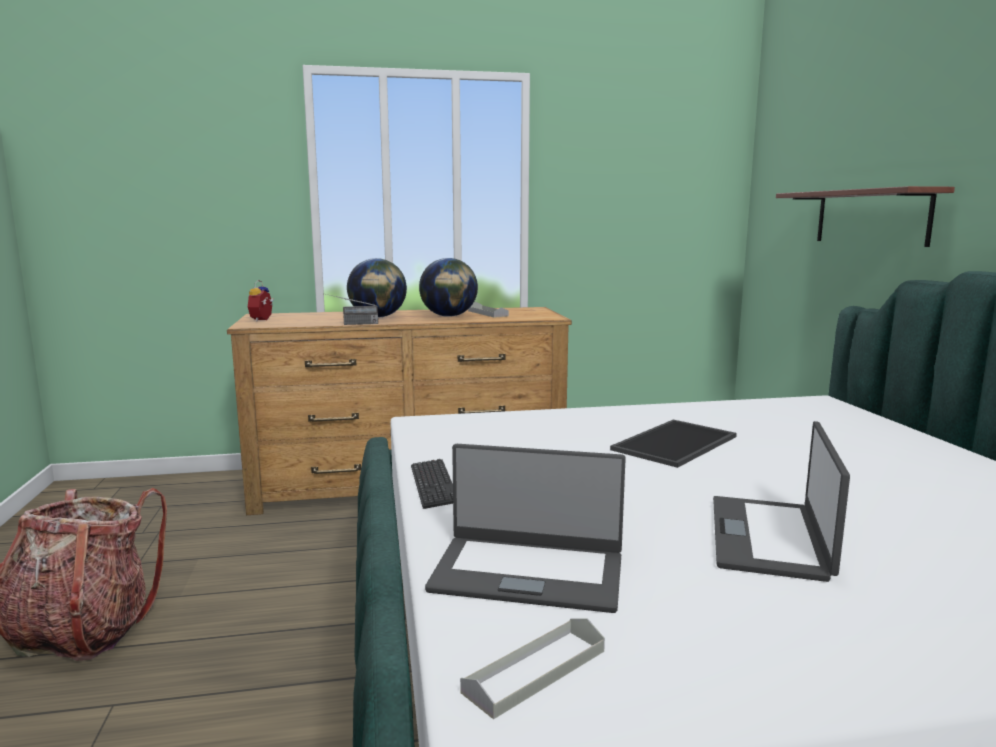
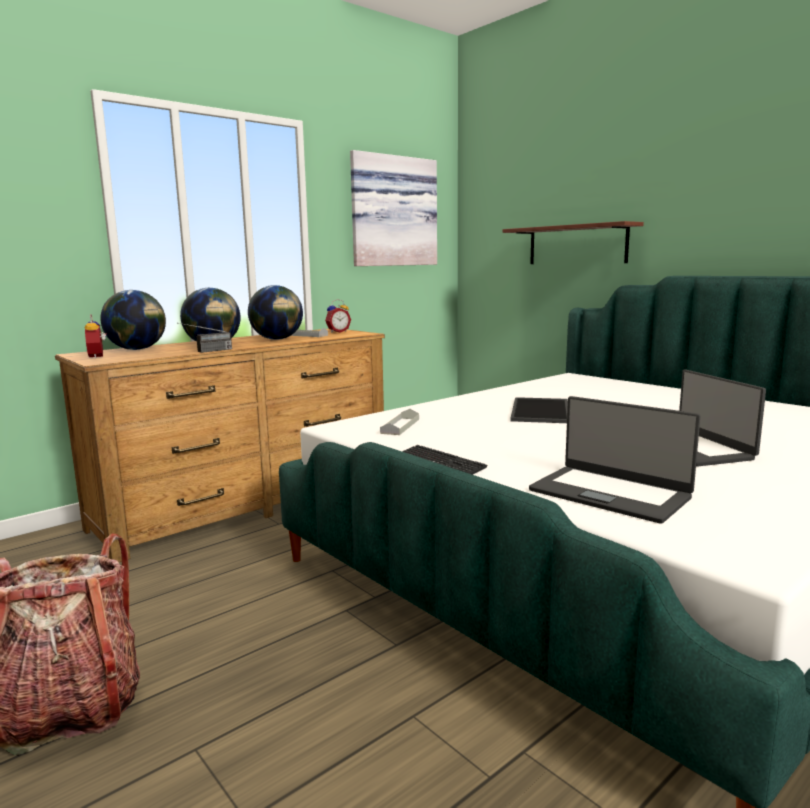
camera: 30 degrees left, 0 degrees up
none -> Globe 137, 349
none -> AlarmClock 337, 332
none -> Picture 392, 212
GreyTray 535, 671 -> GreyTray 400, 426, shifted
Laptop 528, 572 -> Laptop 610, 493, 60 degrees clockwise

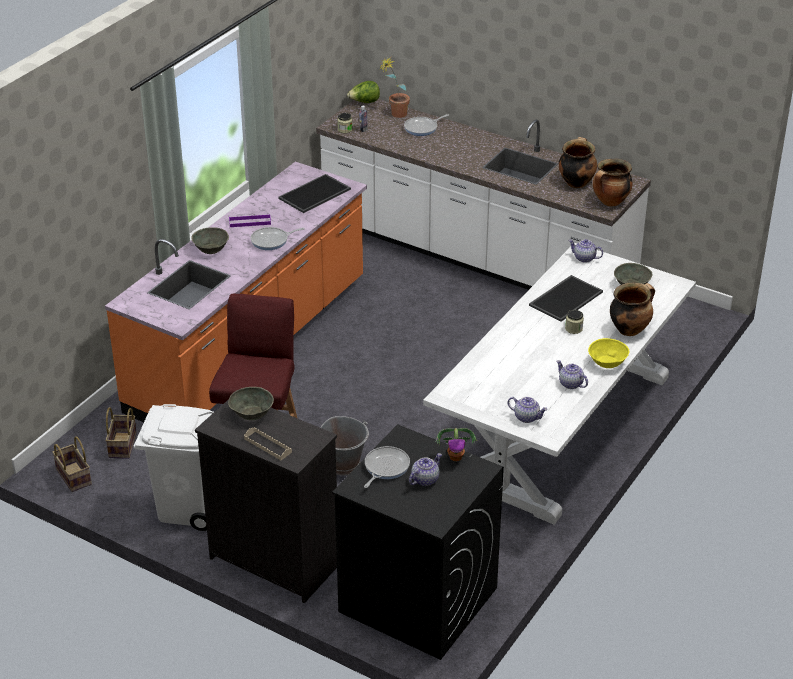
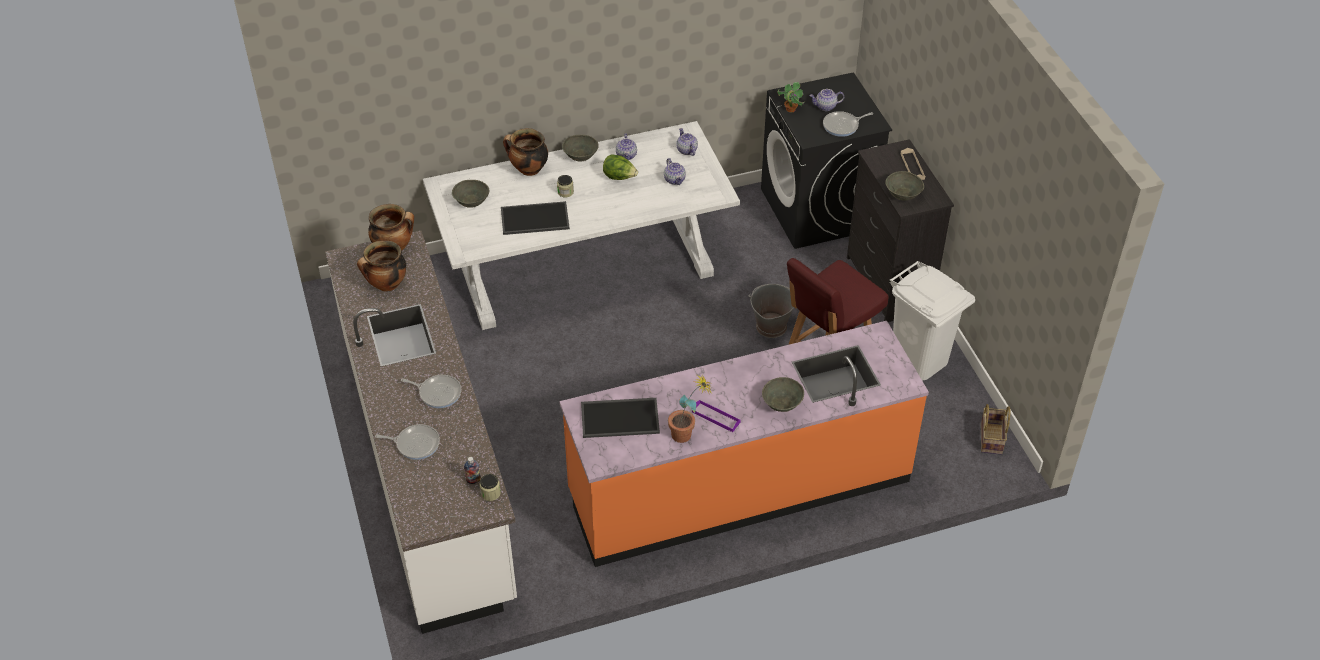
camera: 140 degrees left, 10 degrees up
Basket 123, 446 -> none
FryingPan 272, 241 -> FryingPan 438, 393, shifted
Lettuce 364, 102 -> Lettuce 619, 177, shifted
PottedPlant 395, 115 -> PottedPlant 687, 435, shifted
Teapot 584, 258 -> Teapot 675, 180, shifted
YellowBowl 607, 363 -> GreyBowl 580, 155

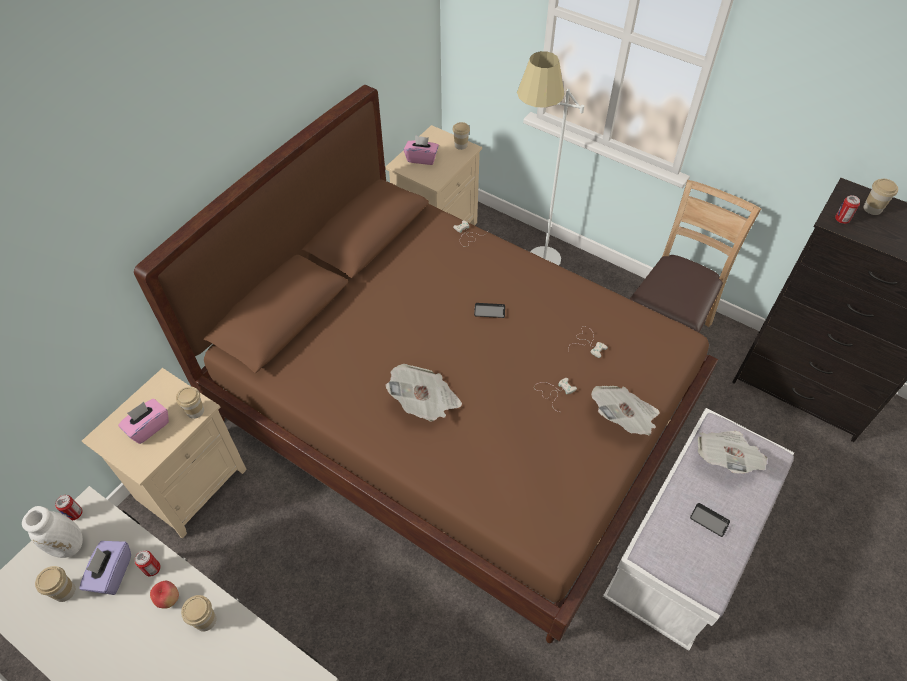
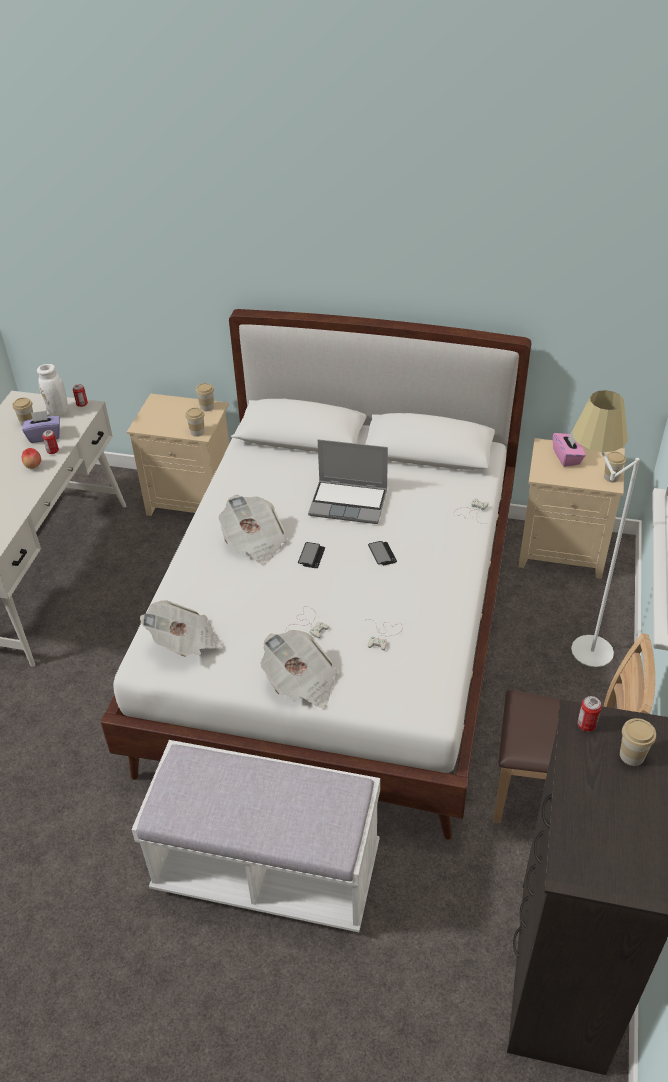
camera: 70 degrees right, 10 degrees down
PinkTissueBox 148, 427 -> none
none -> Laptop 349, 502
Cup 205, 620 -> Cup 207, 407, shifted
Phone 709, 520 -> Phone 311, 556, shifted
Newspaper 725, 459 -> Newspaper 185, 642, shifted
BrownBed 453, 415 -> WhiteBed 338, 637

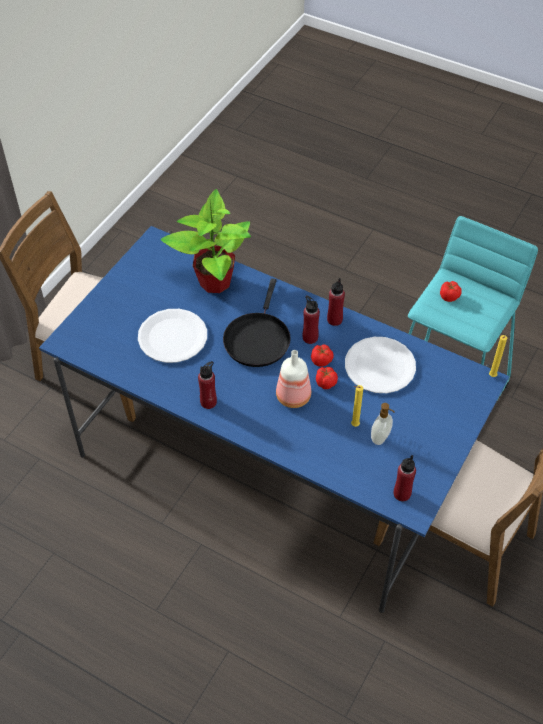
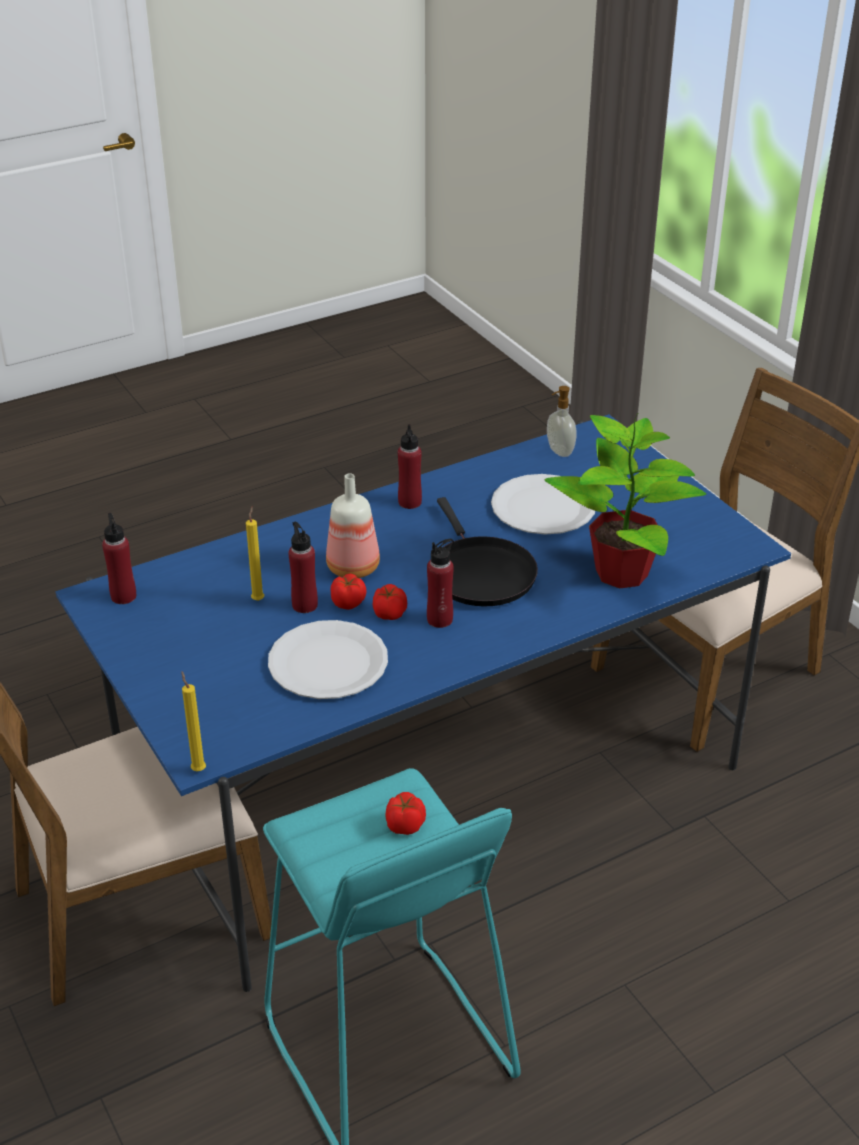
camera: 120 degrees right, 15 degrees down
RedBottle 334, 320 -> RedBottle 304, 605, shifted
SoapDispenser 381, 438 -> SoapDispenser 559, 451, shifted
BlackFryingPan 257, 339 -> BlackFryingPan 479, 573, 150 degrees counterclockwise

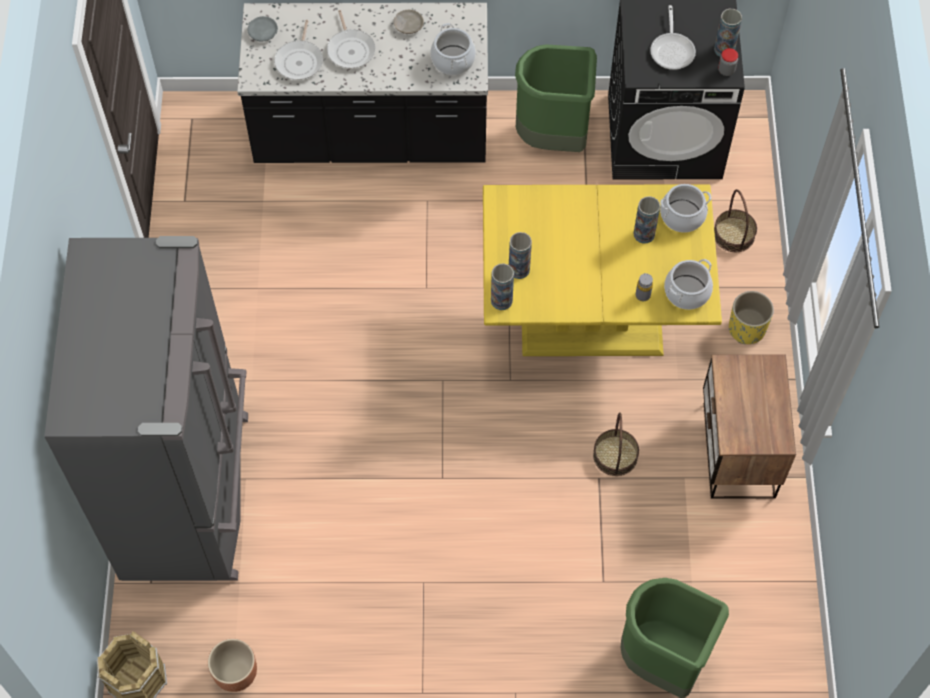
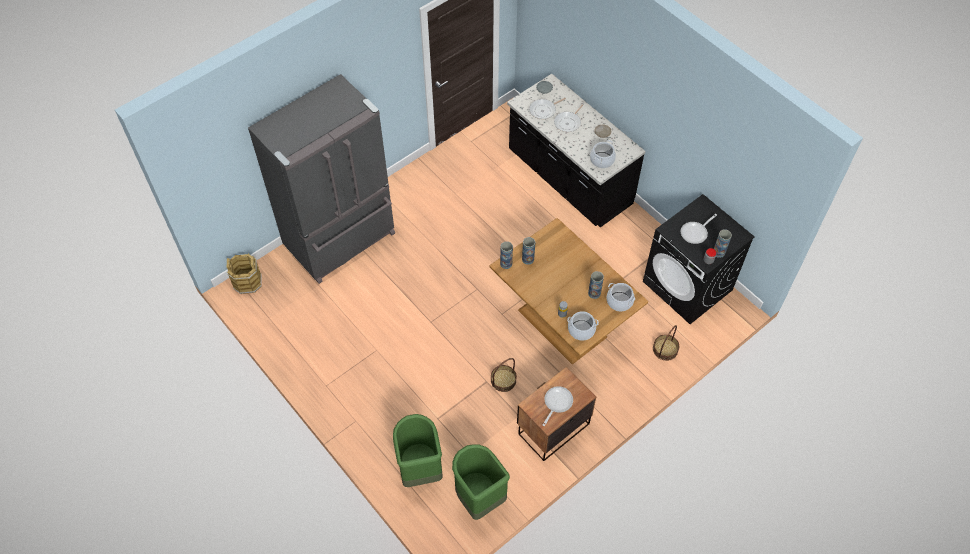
camera: 50 degrees right, 5 degrees down
BrownPlanter 235, 673 -> none
YellowPlanter 747, 329 -> none
none -> FryingPan 556, 403
GreenTrashCan 553, 138 -> GreenTrashCan 479, 498, shifted
YellowDiningTable 590, 318 -> BrownDiningTable 562, 323

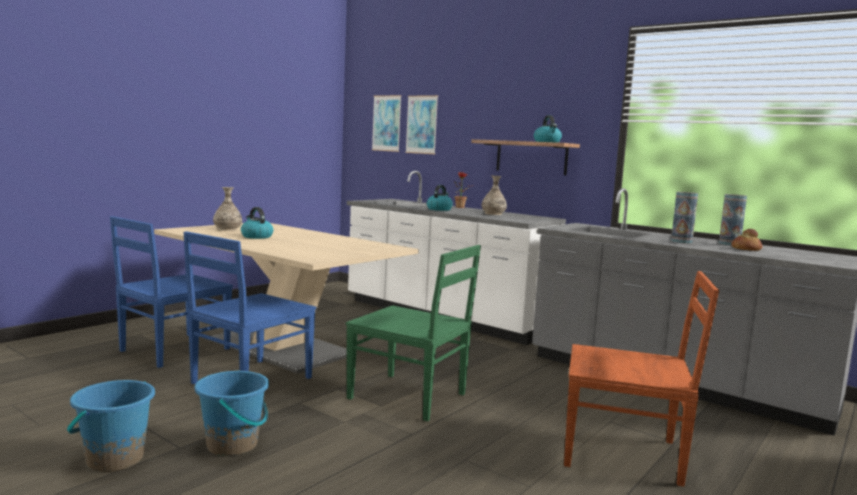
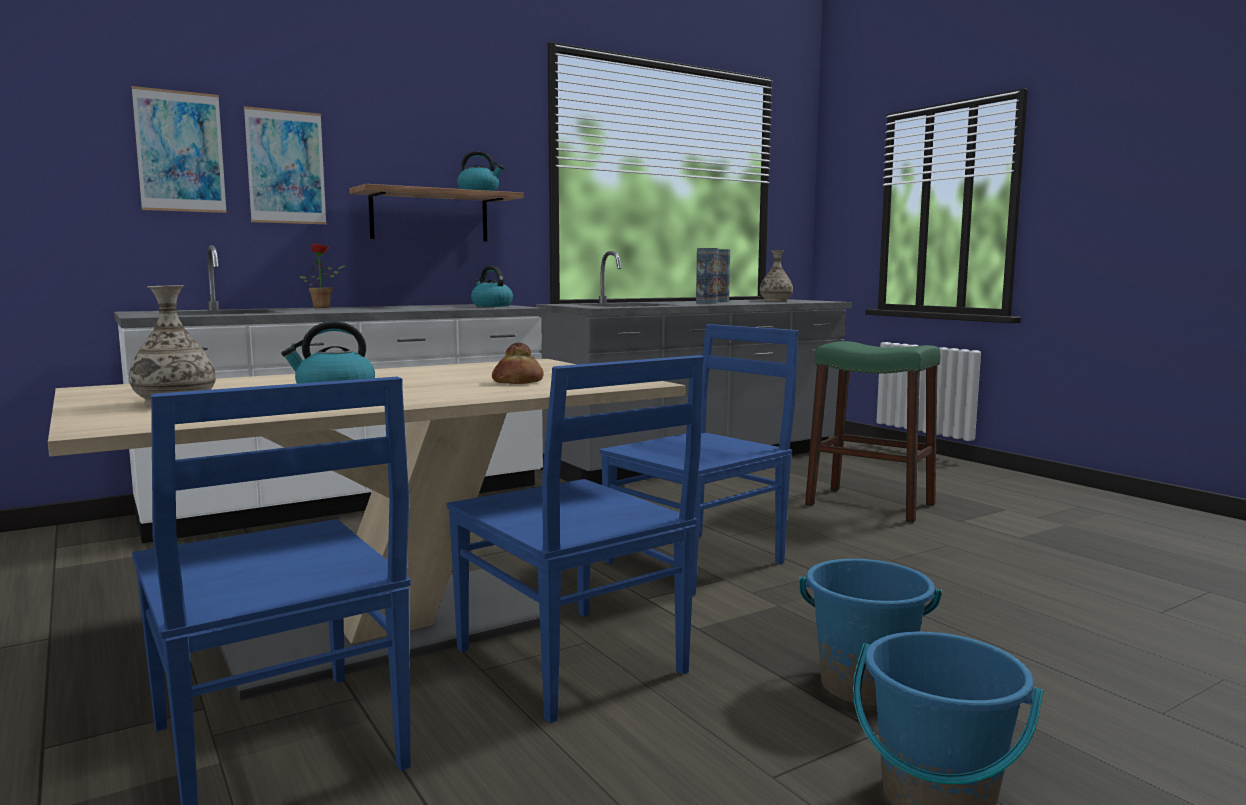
camera: 70 degrees left, 0 degrees up
Picture 386, 123 -> Picture 286, 167, shifted
Kettle 439, 209 -> Kettle 491, 306, shifted
Vase 493, 214 -> Vase 775, 301, shifted
Bread 745, 249 -> Bread 518, 382, shifted
BrownChair 625, 454 -> GreenStool 870, 504
GreenChair 409, 397 -> BlueChair 698, 561

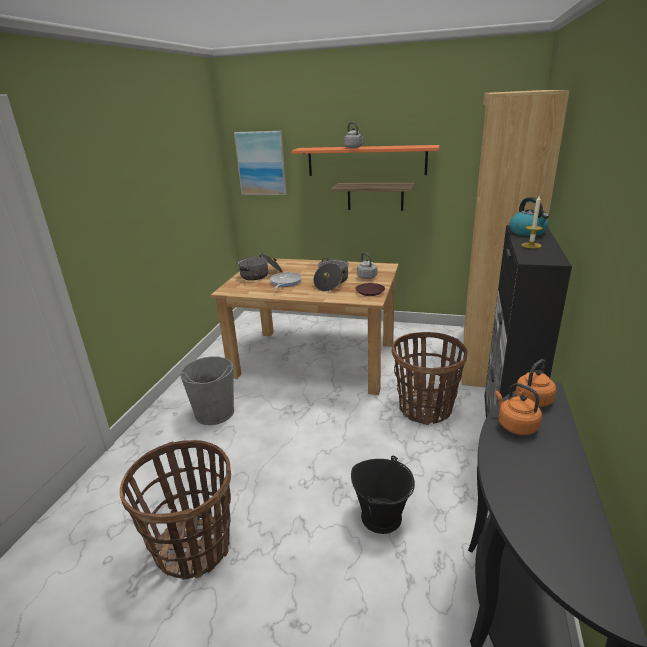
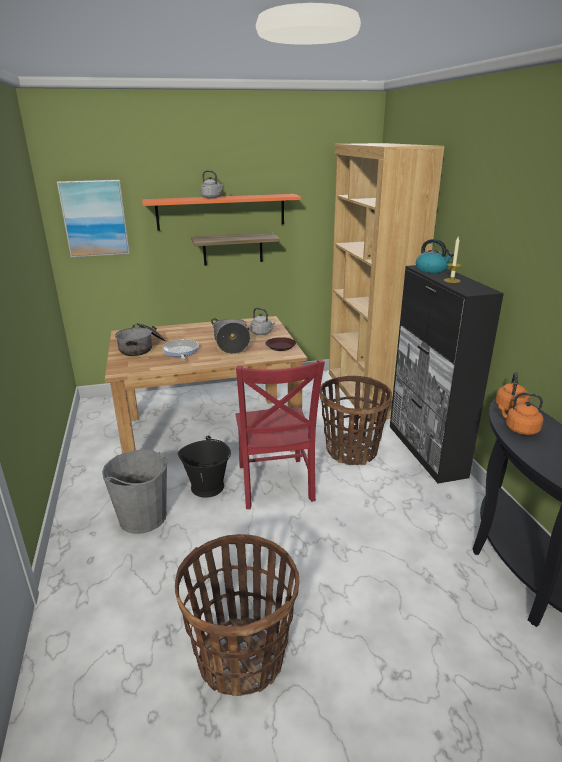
camera: 30 degrees left, 0 degrees up
none -> RedChair 275, 485
BlackBucket 382, 516 -> BlackBucket 208, 486, shifted

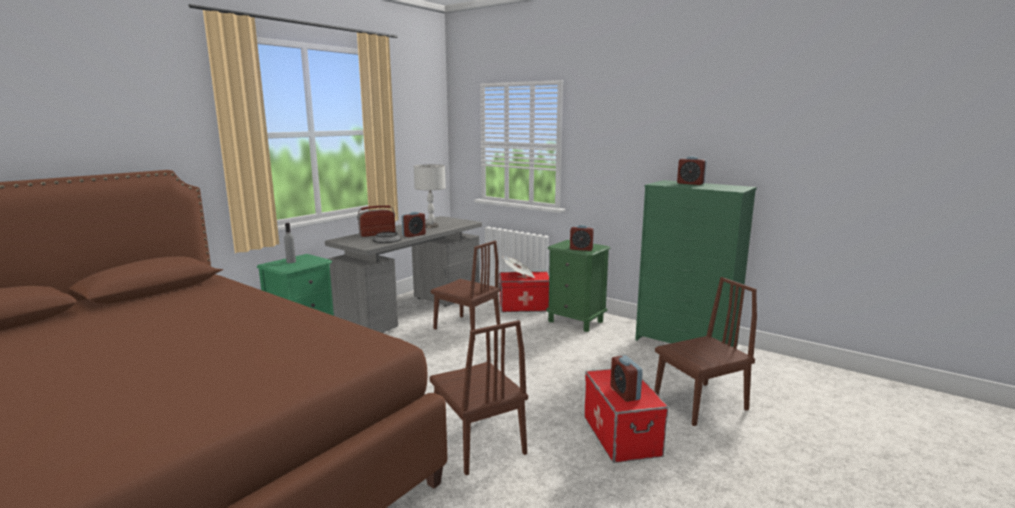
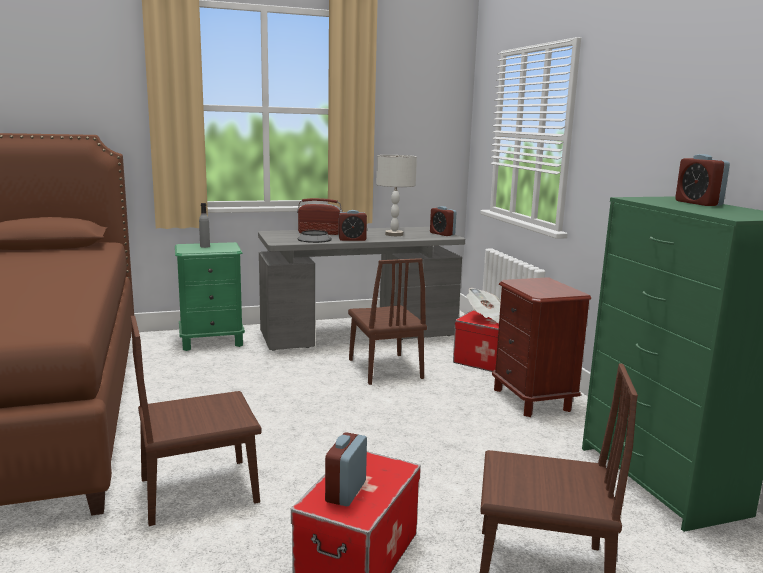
camera: 35 degrees right, 0 degrees up
AlarmClock 581, 249 -> AlarmClock 442, 234, shifted
GreenNightstand 575, 321 -> BrownNightstand 532, 399
BrownChair 478, 442 -> BrownChair 199, 490, 60 degrees clockwise

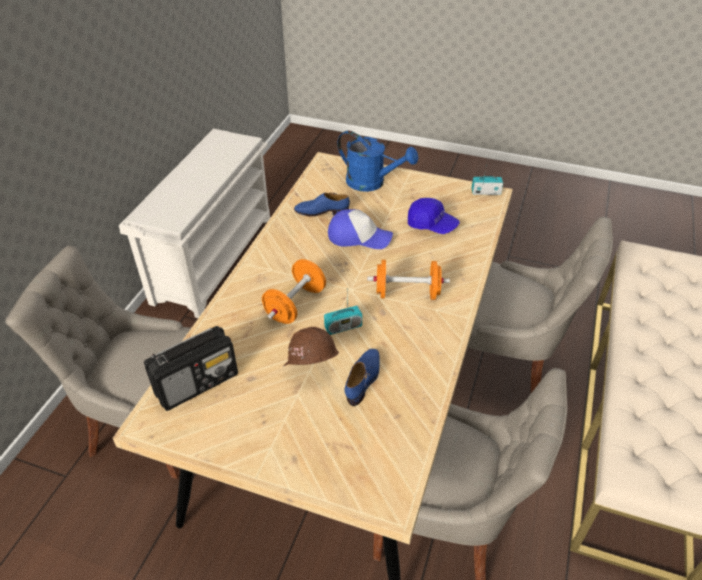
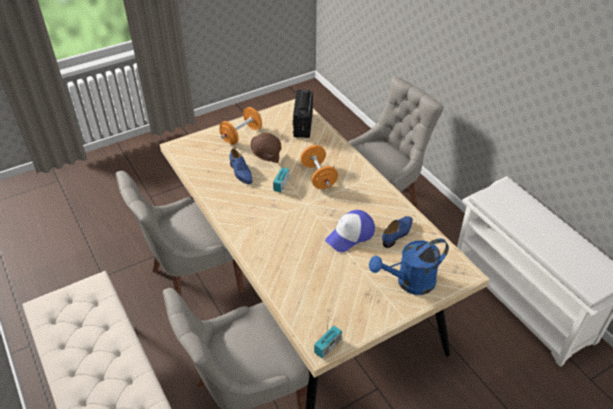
camera: 130 degrees right, 0 degrees up
BlueCap 432, 225 -> none
OrangeDumbbell 407, 293 -> OrangeDumbbell 241, 135, shifted

